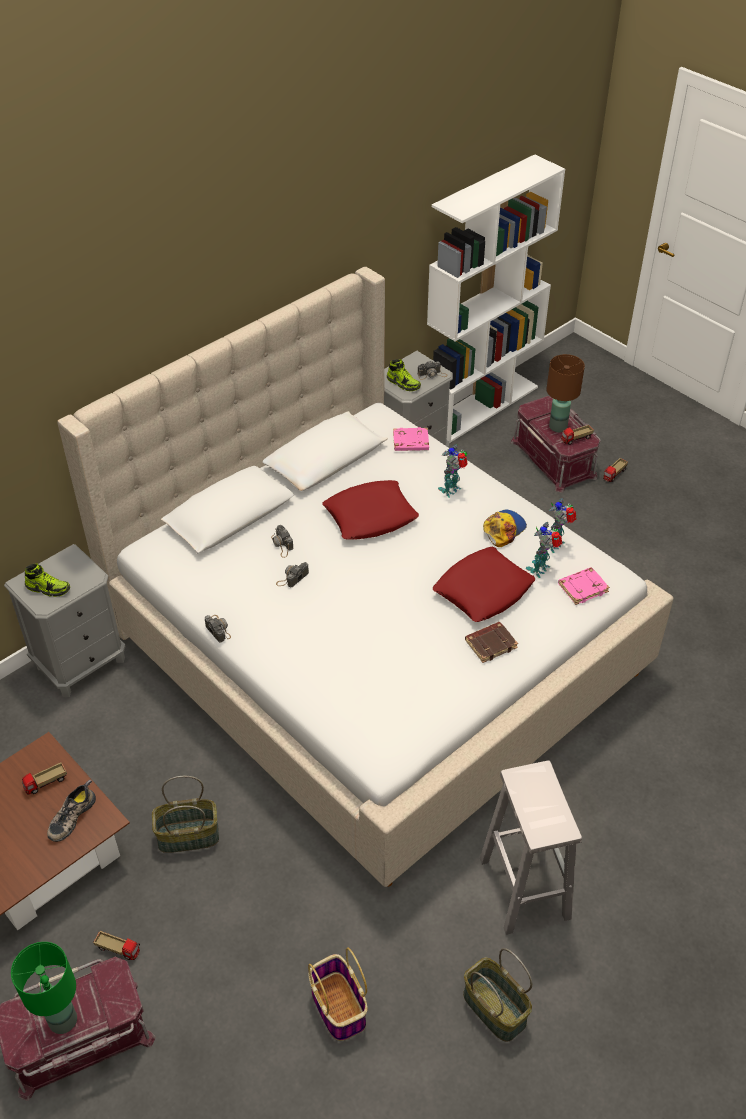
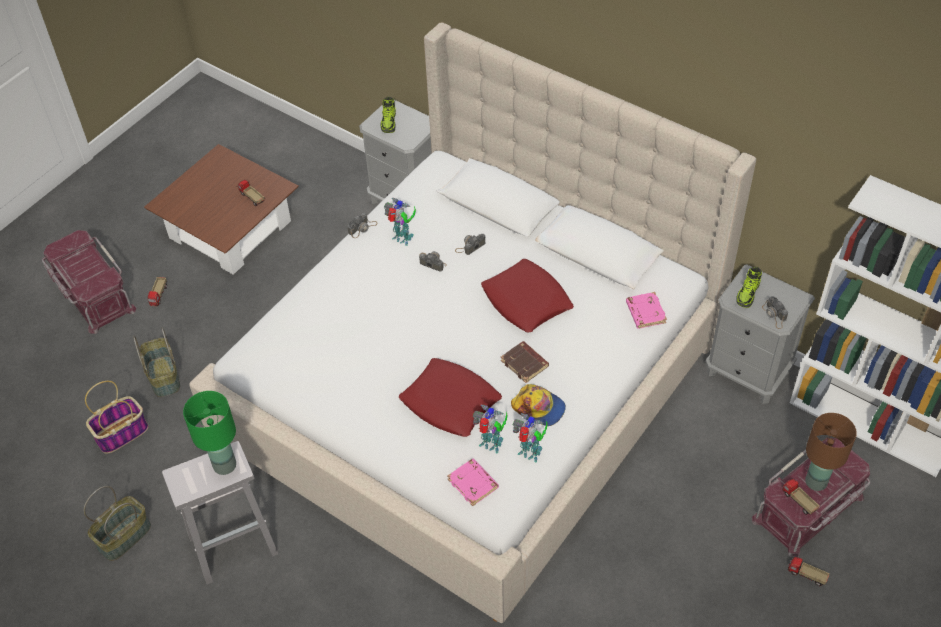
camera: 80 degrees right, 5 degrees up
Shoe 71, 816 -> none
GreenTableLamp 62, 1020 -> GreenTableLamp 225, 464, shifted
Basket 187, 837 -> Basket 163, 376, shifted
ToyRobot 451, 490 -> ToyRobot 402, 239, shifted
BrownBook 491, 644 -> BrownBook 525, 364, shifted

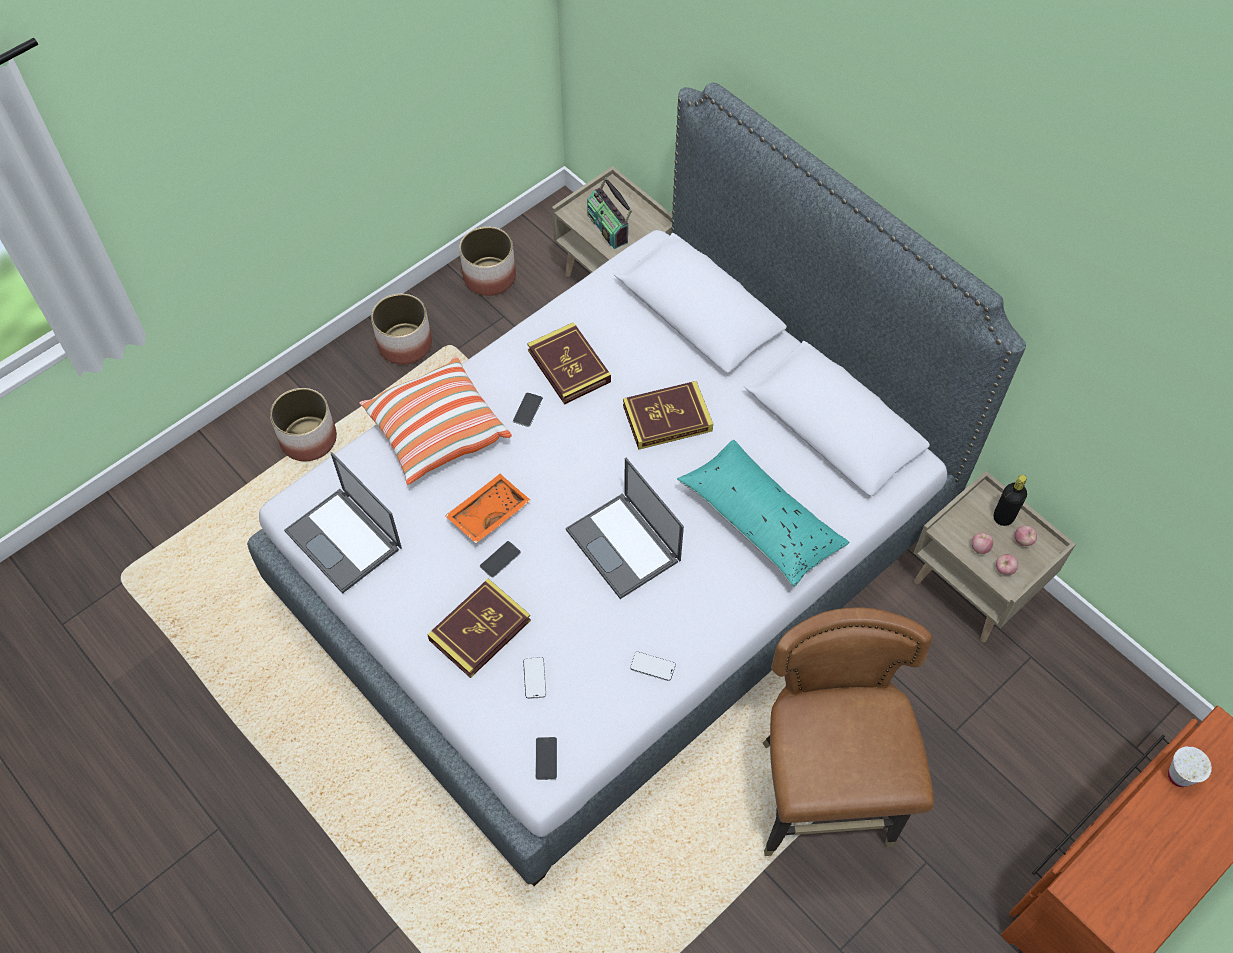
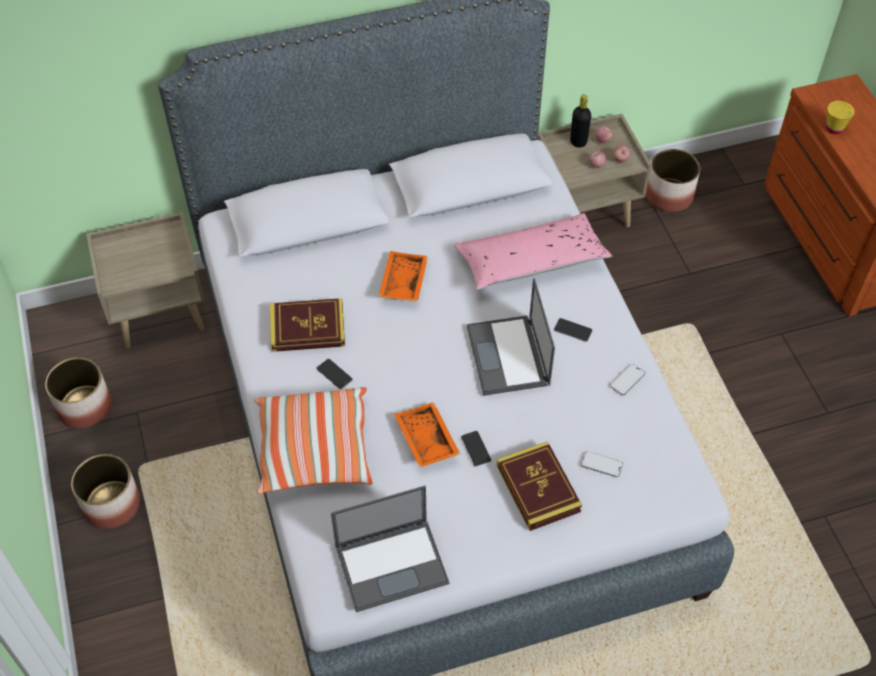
camera: 65 degrees left, 5 degrees down
Radio 609, 227 -> none
BrownChair 821, 798 -> none
Planter 308, 439 -> Planter 669, 196, shifted
Phone 546, 758 -> Phone 573, 330, shifted
Book 667, 418 -> OrangeTray 402, 282
TurquoisePillow 760, 520 -> PinkPillow 531, 261
WhiteCup 1179, 776 -> YellowCup 834, 128
Laptop 624, 546 -> Laptop 508, 356, 90 degrees clockwise

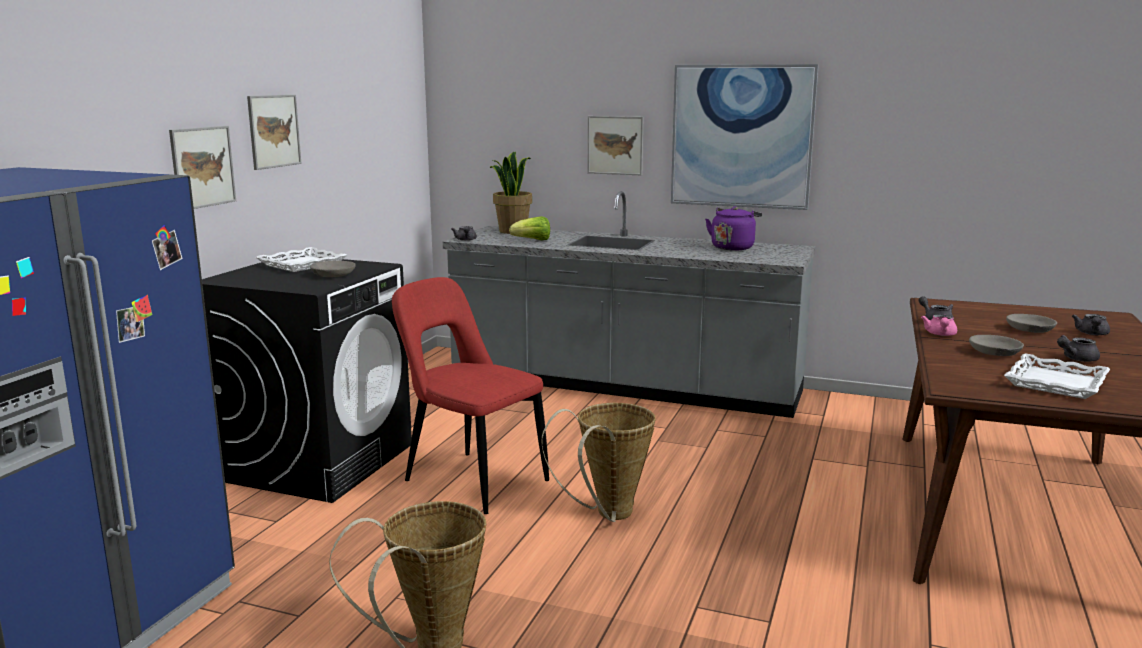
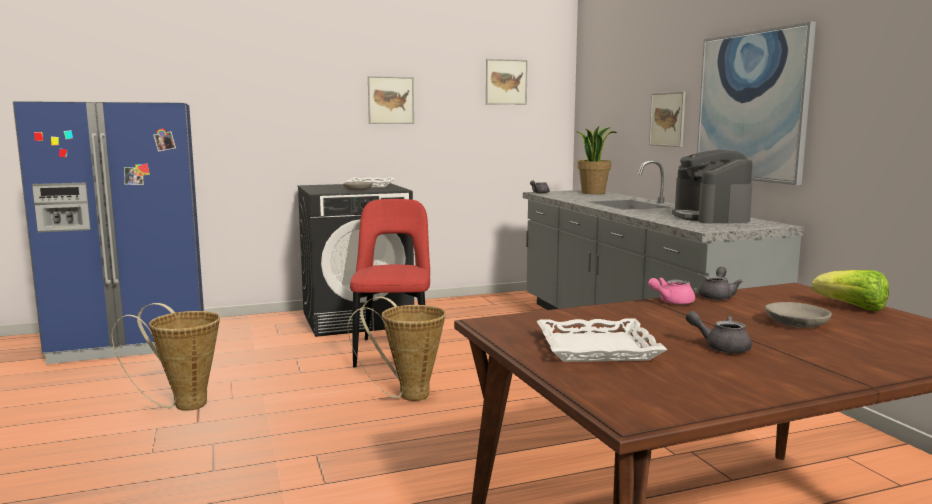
camera: 50 degrees right, 5 degrees down
GreyBowl 995, 352 -> none
GreyTeapot 1091, 334 -> none
Picture 202, 167 -> Picture 506, 82, shifted
Lettuce 532, 240 -> Lettuce 852, 307, shifted
PurpleKettle 733, 247 -> CoffeeMachine 710, 217

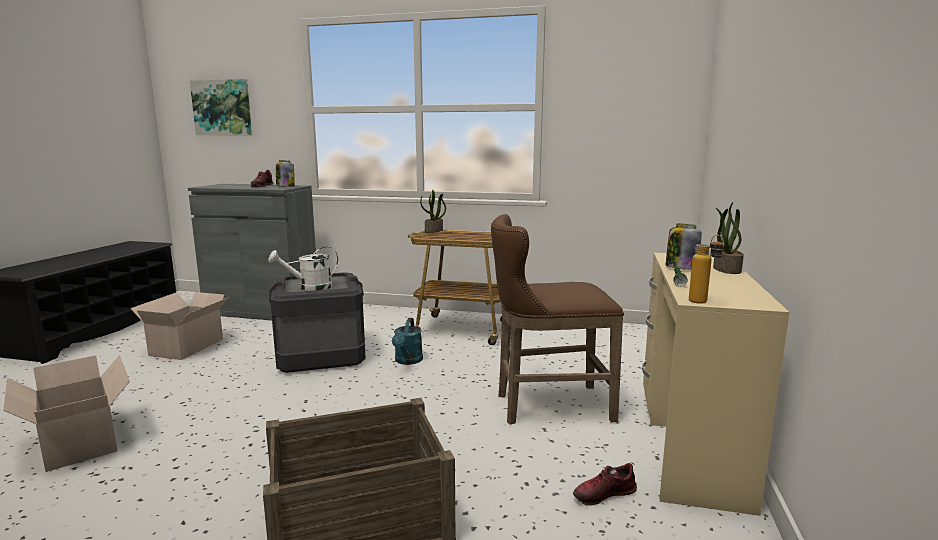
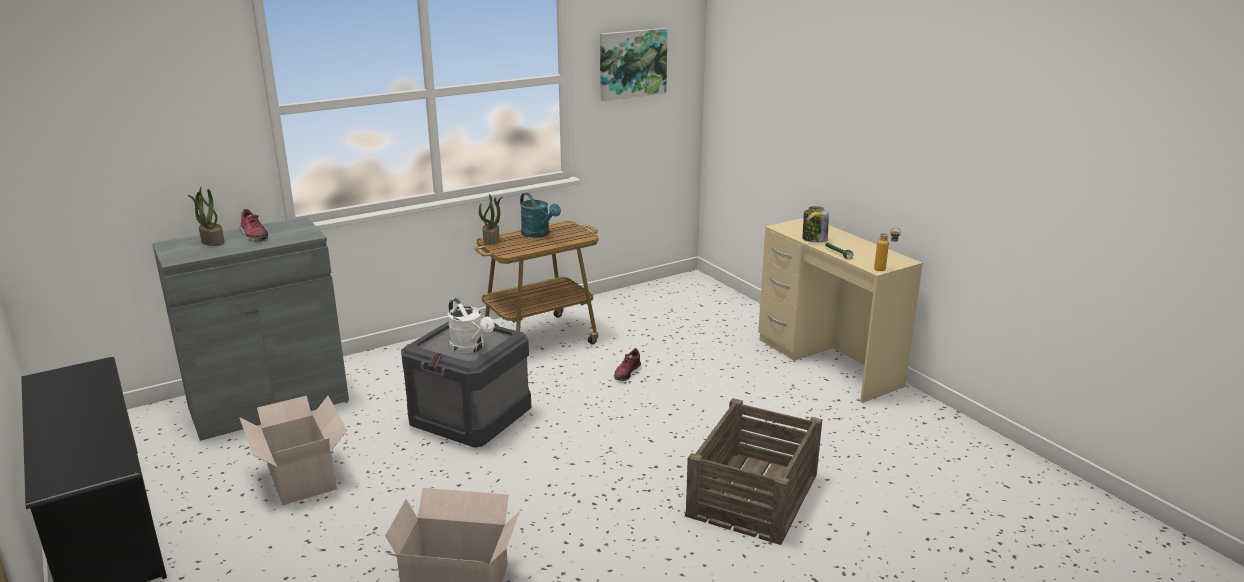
camera: 45 degrees left, 10 degrees up
Jar 285, 187 -> none
BrownStool 547, 406 -> none
Picture 222, 108 -> Picture 632, 63, shifted
TurquoiseWateringCan 407, 361 -> TurquoiseWateringCan 539, 234, shifted
Shoe 603, 494 -> Shoe 626, 372, shifted
PottedPlant 726, 269 -> PottedPlant 212, 241, shifted
WhiteWateringCan 309, 288 -> WhiteWateringCan 471, 348, 60 degrees counterclockwise

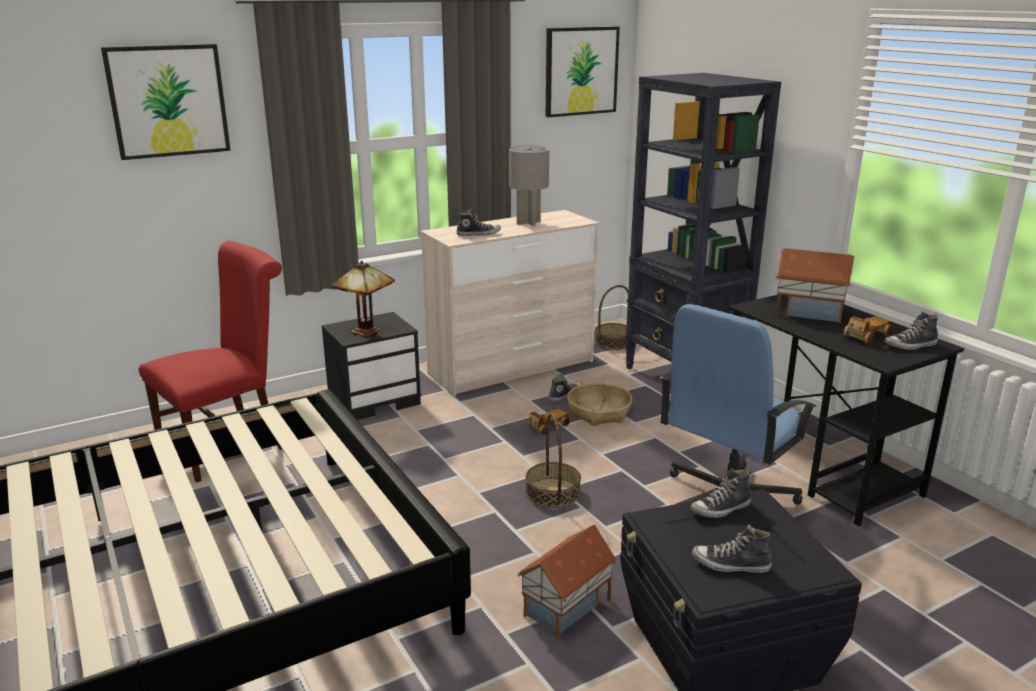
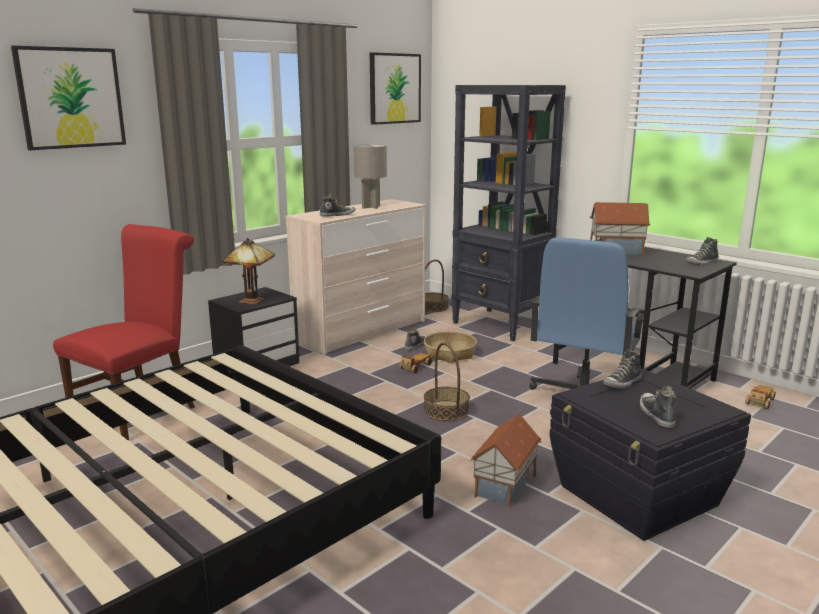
camera: 15 degrees left, 5 degrees down
ToyCar 866, 336 -> ToyCar 759, 402, shifted
Shoe 730, 565 -> Shoe 656, 415, 90 degrees clockwise

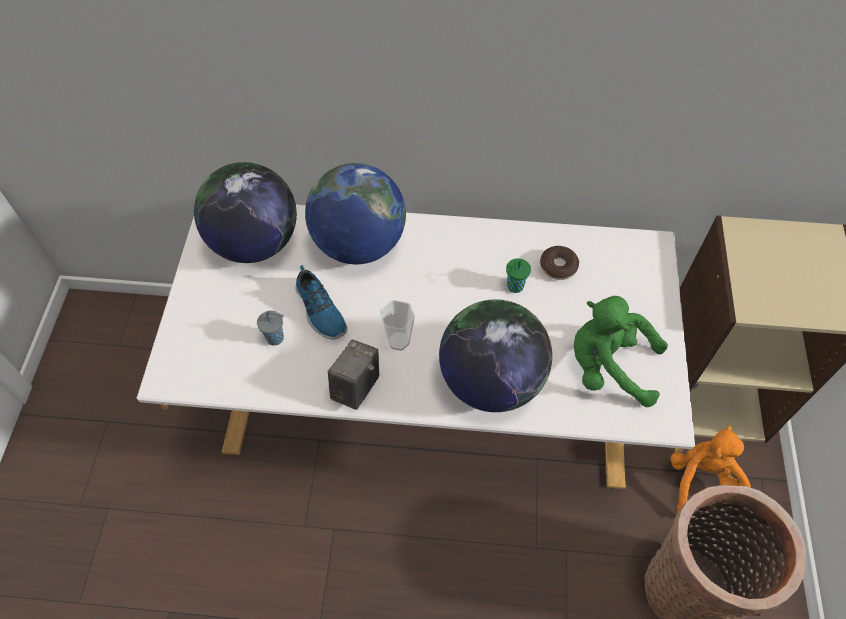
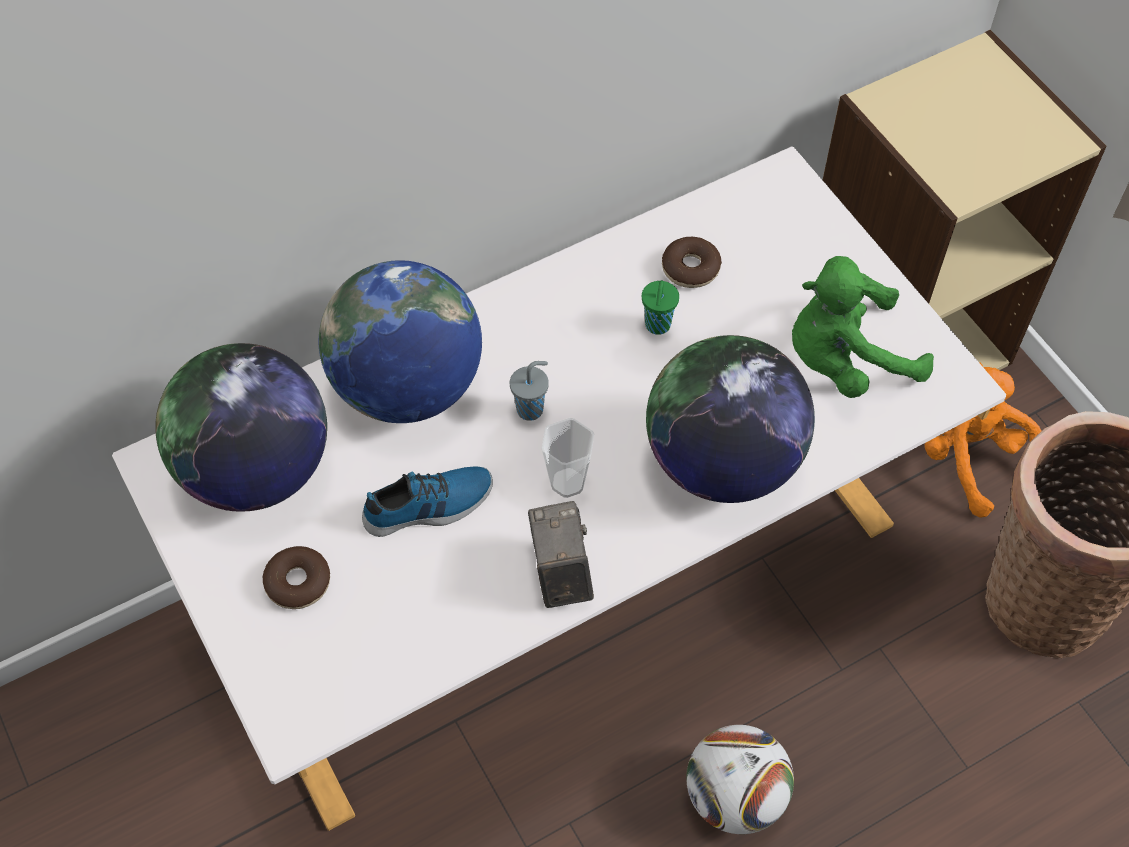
camera: 35 degrees left, 0 degrees up
none -> Donut 298, 583
none -> Football 735, 796
GreyCup 276, 338 -> GreyCup 531, 409, shifted
Shoe 319, 310 -> Shoe 429, 506, 45 degrees counterclockwise

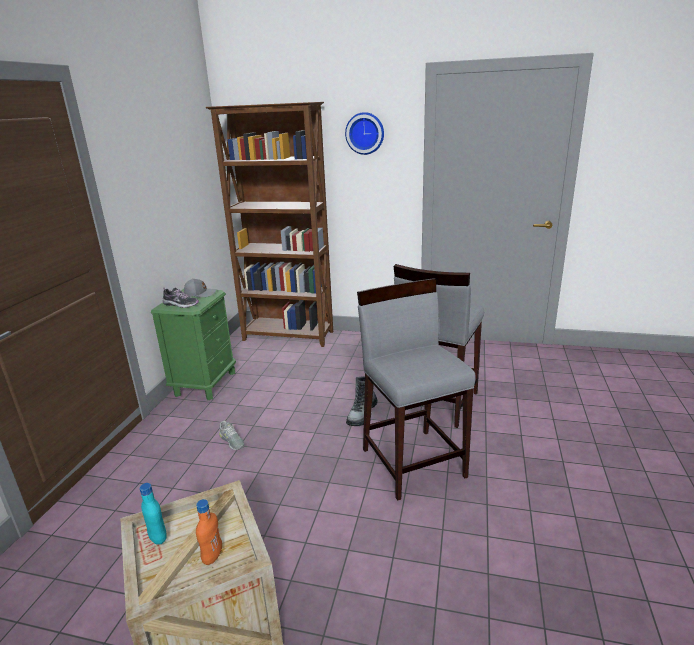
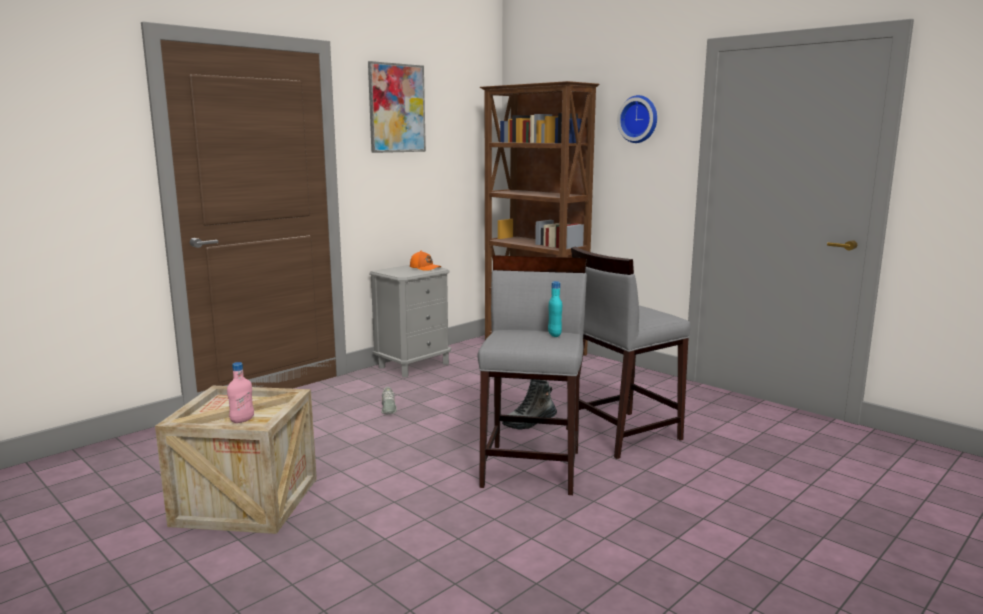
camera: 30 degrees right, 10 degrees down
Shoe 181, 304 -> none
none -> Picture 396, 108
TurquoiseBottle 158, 538 -> TurquoiseBottle 554, 335, shifted
GreenNightstand 205, 383 -> GreyNightstand 414, 365
GreyCap 200, 293 -> OrangeCap 425, 268
OrangeBottle 212, 556 -> PinkBottle 242, 420

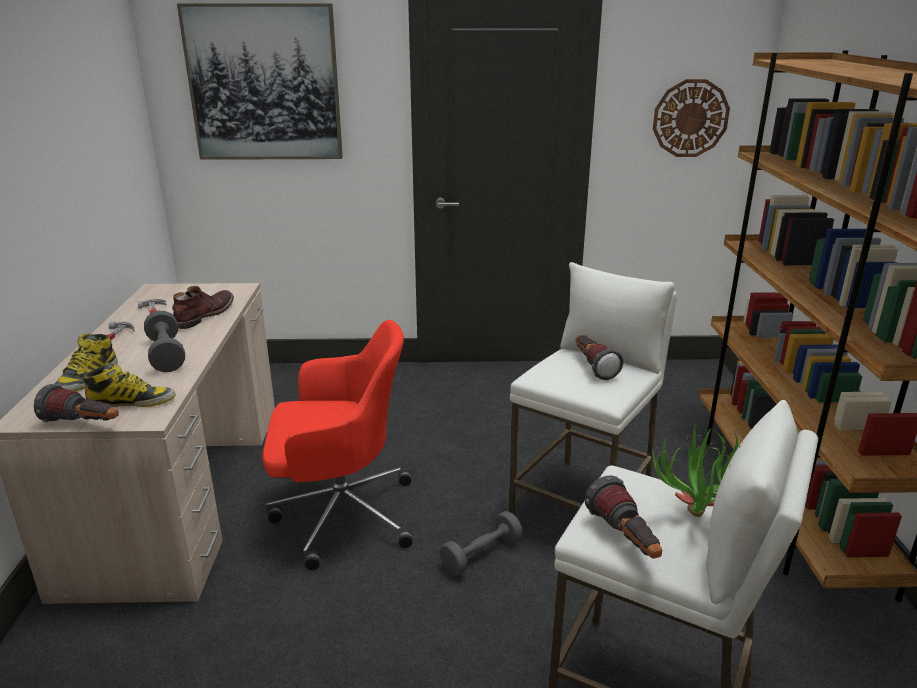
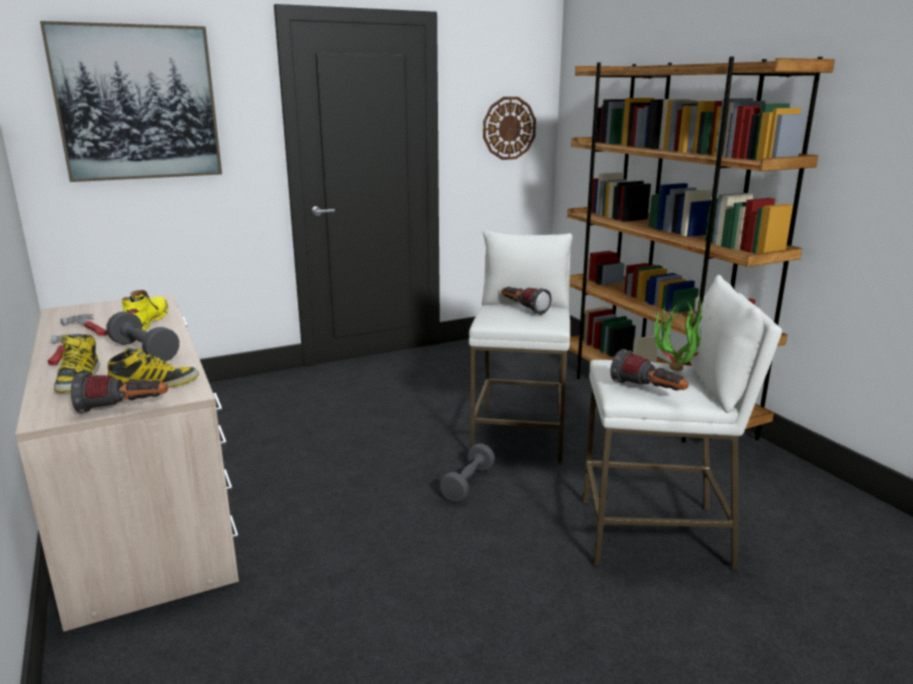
camera: 25 degrees left, 5 degrees down
RedOfficeChair 340, 514 -> none
BrownBoot 203, 315 -> YellowBoot 145, 321

